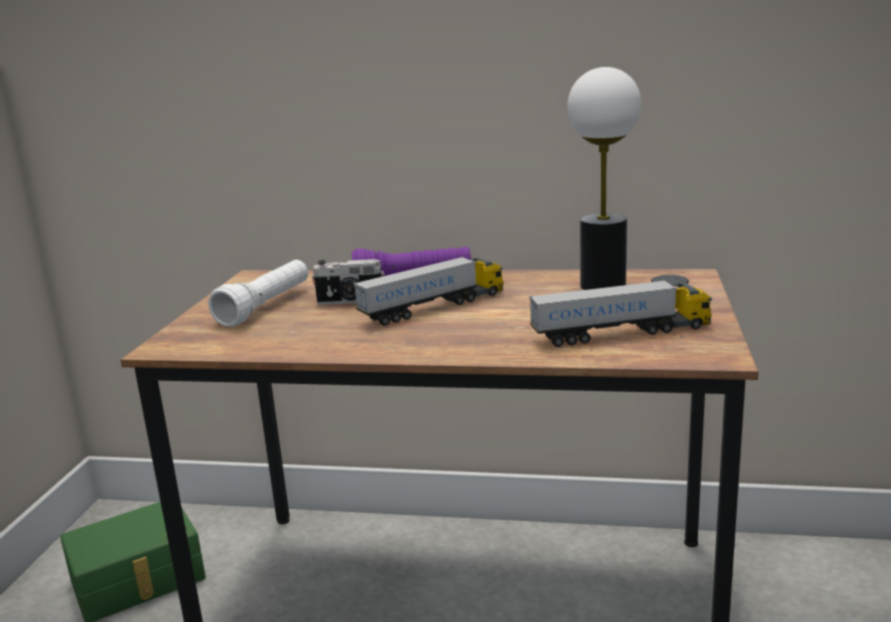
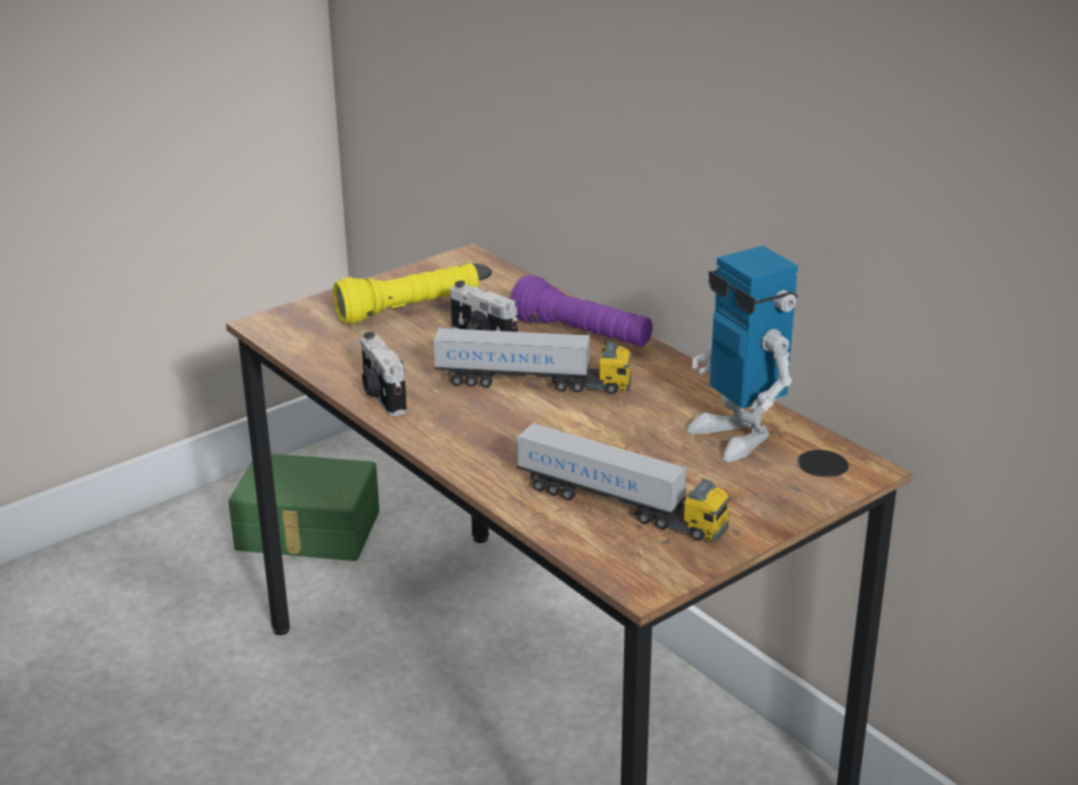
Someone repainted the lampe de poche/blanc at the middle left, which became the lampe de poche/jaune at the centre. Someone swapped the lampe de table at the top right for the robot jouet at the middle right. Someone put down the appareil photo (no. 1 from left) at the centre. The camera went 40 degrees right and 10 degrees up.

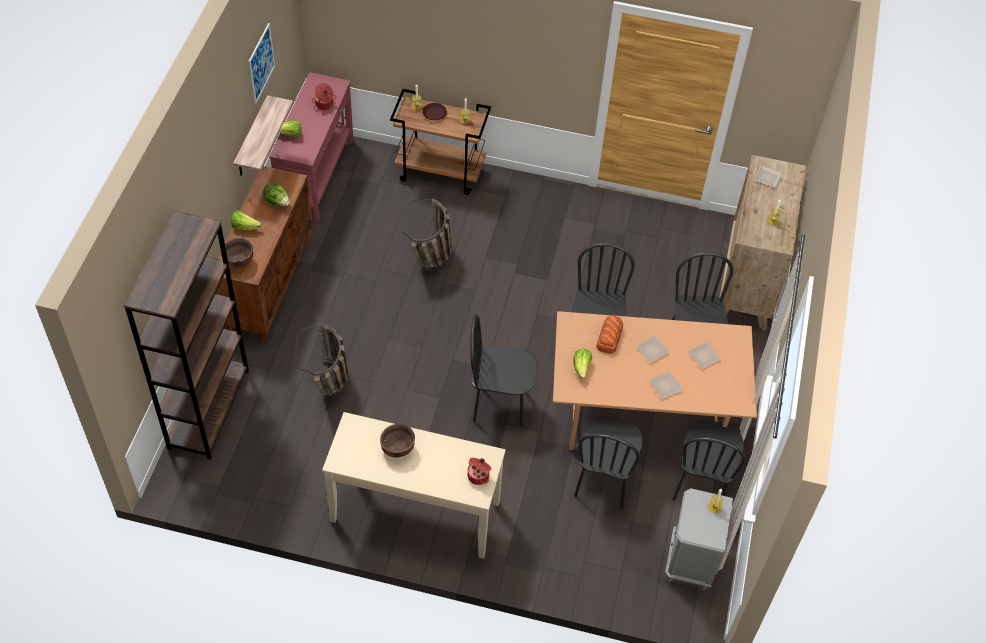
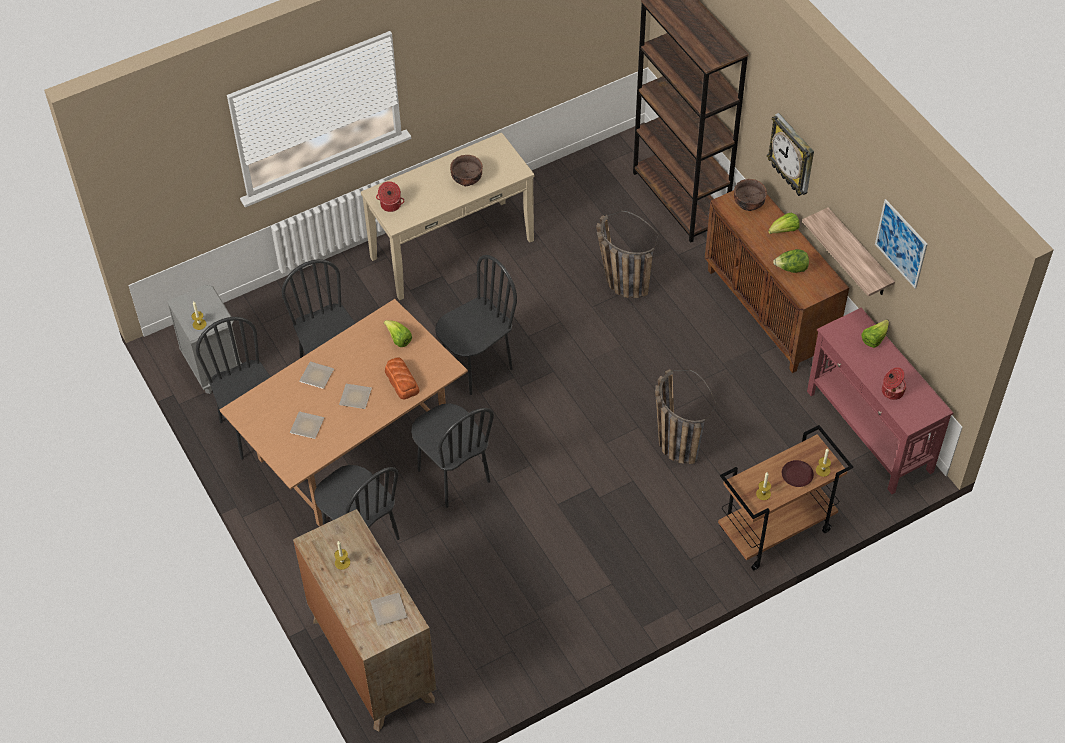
Someone put up the horloge murale at the top right. The camera went 140 degrees right and 0 degrees up.

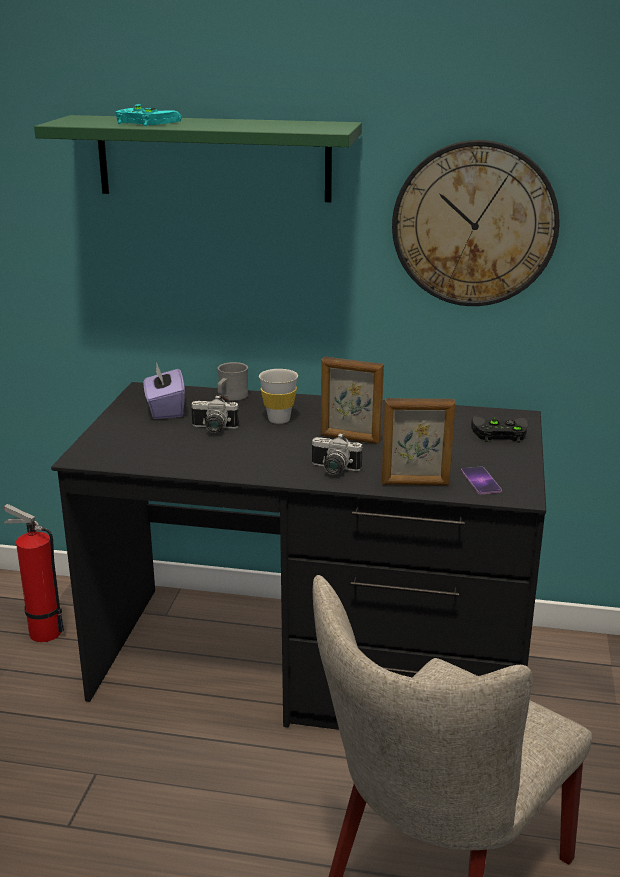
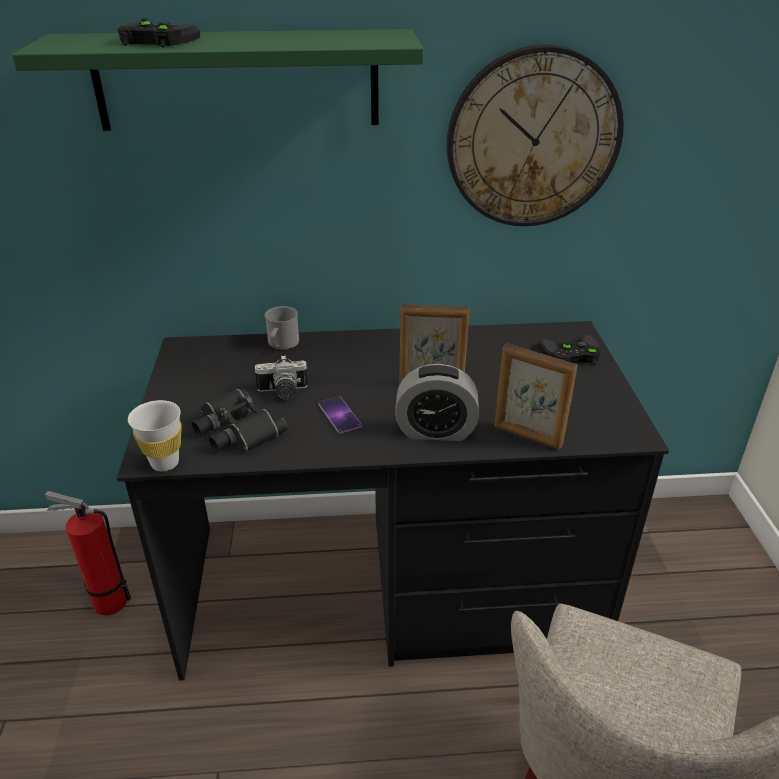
Someone repainted the manette/turquoise at the top left, which became the manette/noir (no. 1 from left) at the top left. Someone took away the boîte à mouchoirs/violet at the middle left. Someone carried the tasse/blanc from the centre to the middle left. Someone swapped the appareil photo (no. 2 from left) at the centre for the réveil at the centre. Someone rotated the cadre photo (no. 2 from left) at the middle right by 45 degrees clockwise. Someone carried the téléphone from the middle right to the centre. Someone put down the jumelles/noir at the middle left. The camera went 15 degrees left and 10 degrees up.

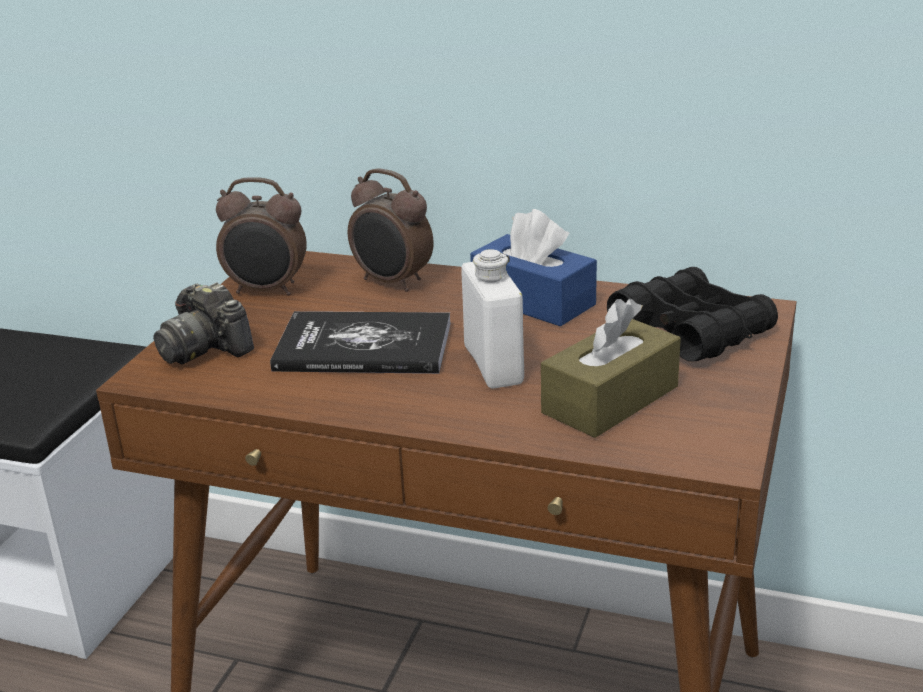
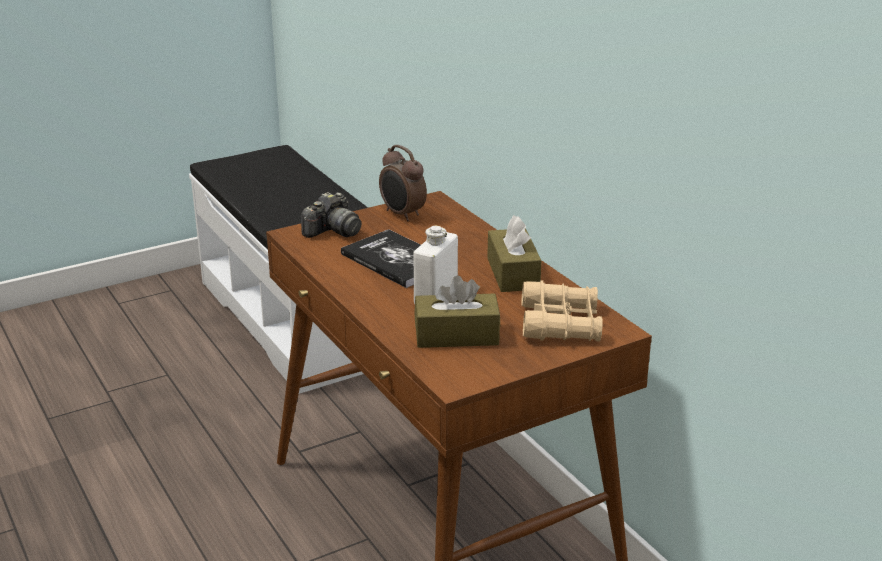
Someone rotated the appareil photo at the middle left by 135 degrees counterclockwise. Someone took away the réveil (no. 2 from left) at the top centre. Someone repainted the boîte à mouchoirs/bleu at the centre, which became the boîte à mouchoirs/marron (no. 2 from left) at the centre. Someone repainted the jumelles/noir at the middle right, which became the jumelles/beige at the centre. The camera went 40 degrees right and 0 degrees up.

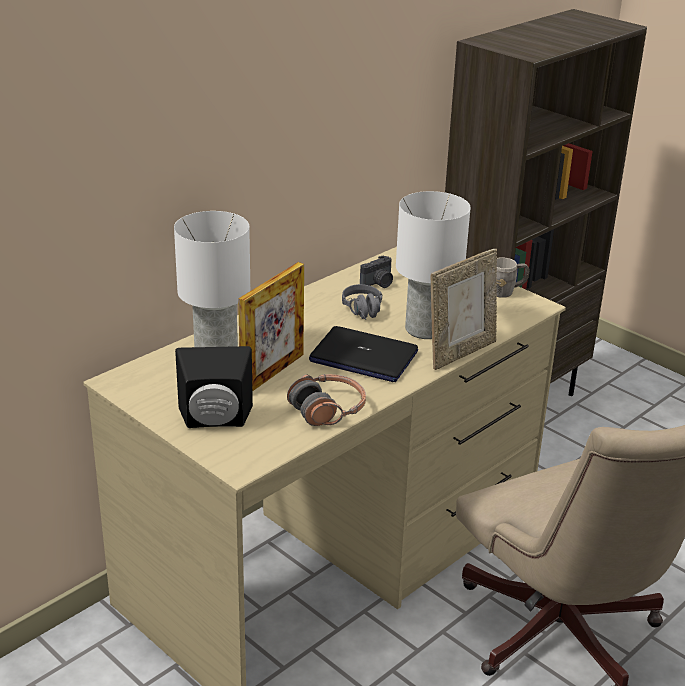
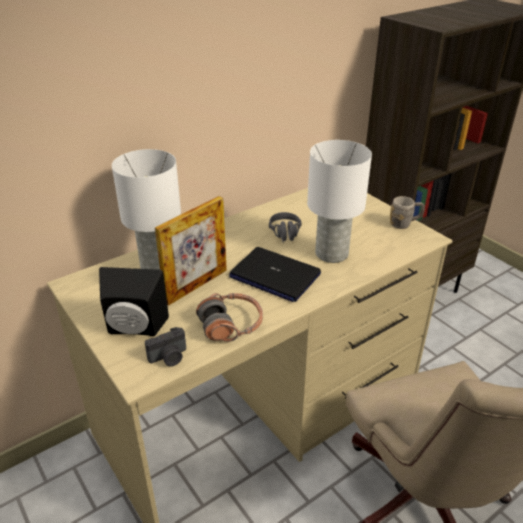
Someone carried the appareil photo from the centre to the middle left. Someone took away the cadre photo (no. 2 from left) at the middle right. The camera went 10 degrees right and 5 degrees up.

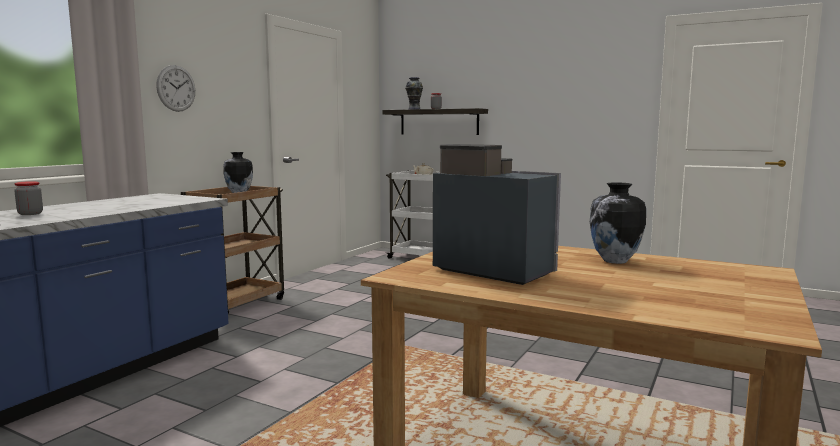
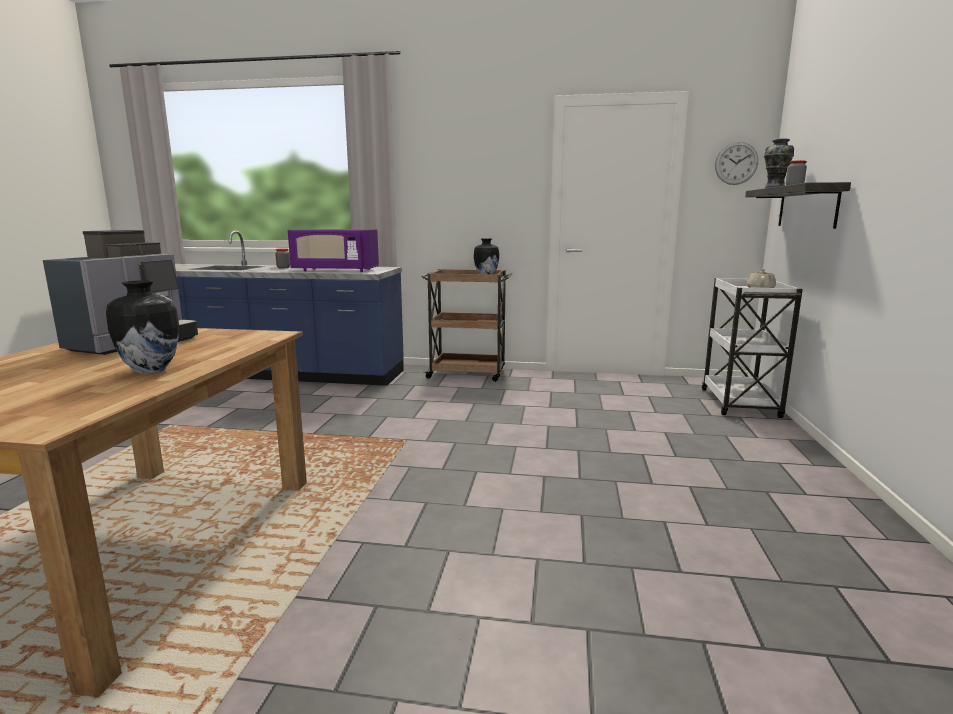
Someone carried the horloge murale from the top left to the top right. Someone put down the micro-ondes/violet at the centre. The camera went 70 degrees right and 5 degrees up.

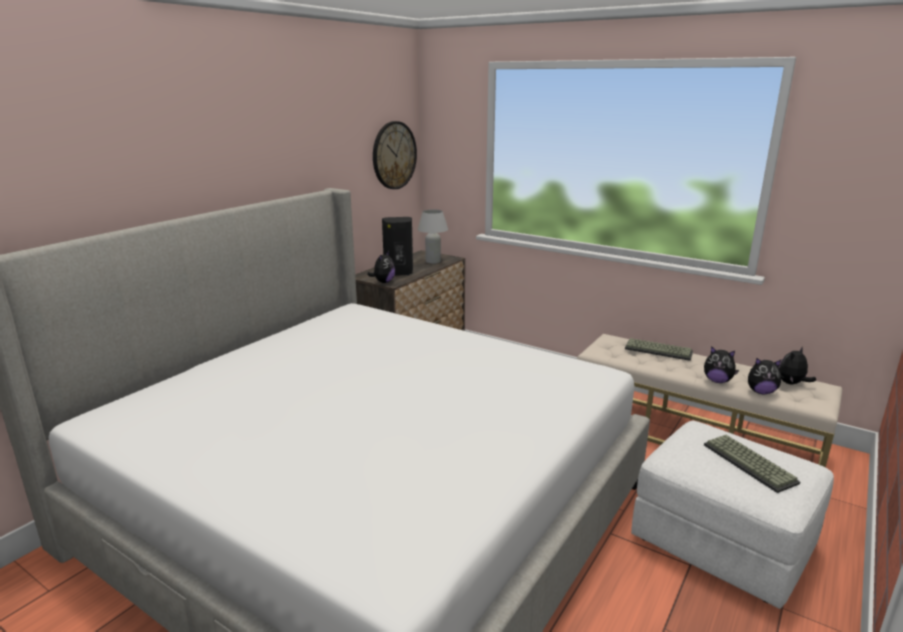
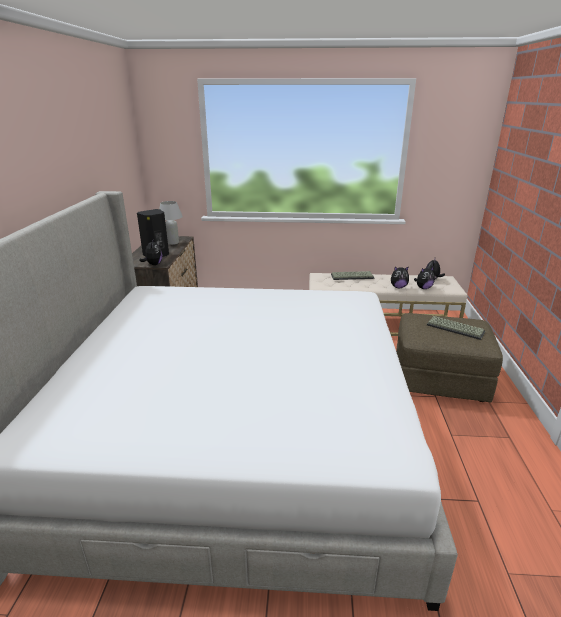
Someone took away the horloge murale at the top centre. Someone repainted the pouf/blanc at the bottom right, which became the pouf/marron at the middle right. The camera went 30 degrees left and 5 degrees up.

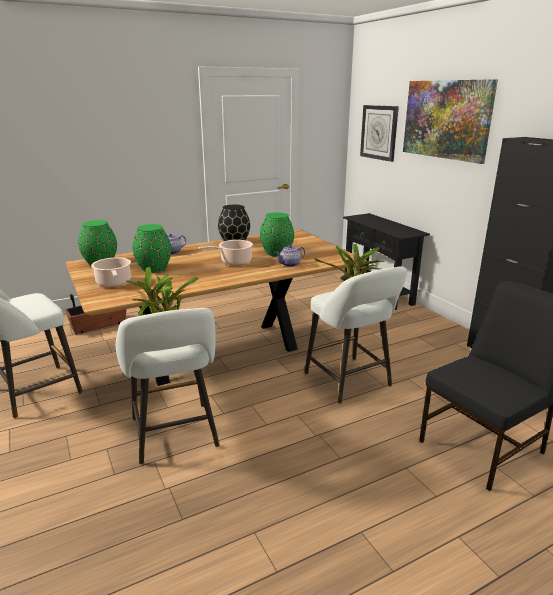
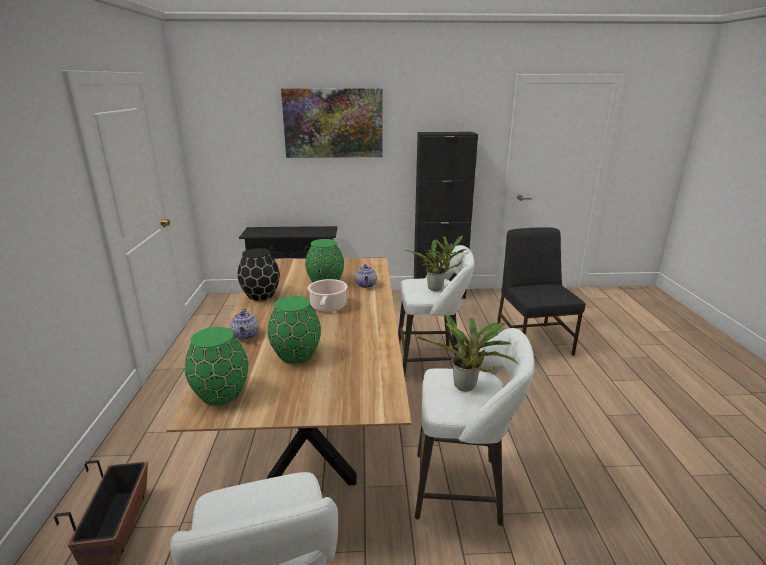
Someone took away the marmite (no. 1 from left) at the middle left. Someone took away the horloge murale at the top right. The camera went 65 degrees left and 0 degrees up.

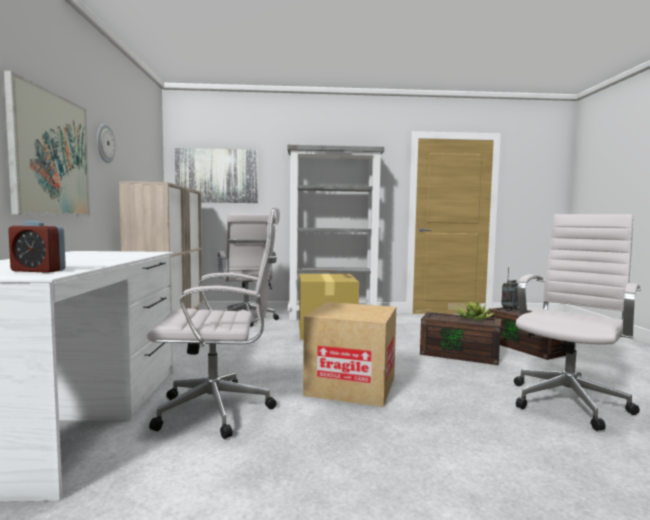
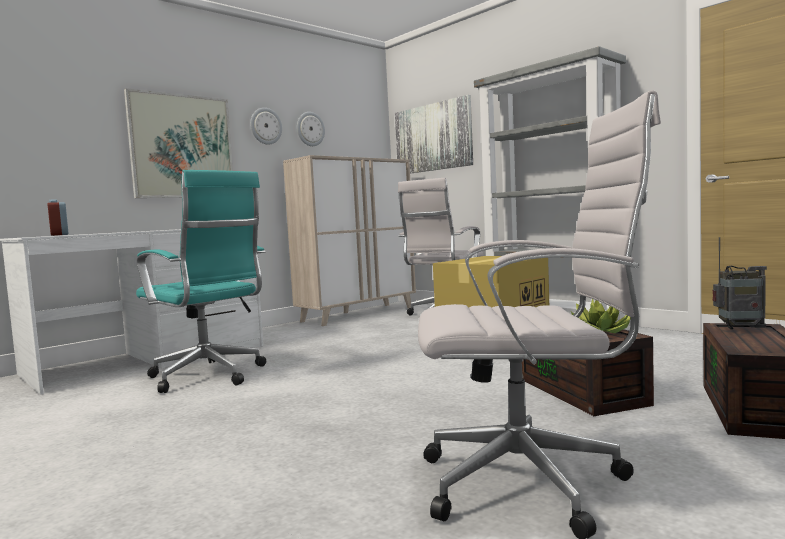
Someone repainted the chaise de bureau/blanc (no. 1 from left) at the middle left, which became the chaise de bureau/turquoise at the middle left. Someone took away the carton (no. 2 from left) at the bottom centre. Someone put up the horloge murale (no. 2 from left) at the top centre. The camera went 50 degrees right and 0 degrees up.

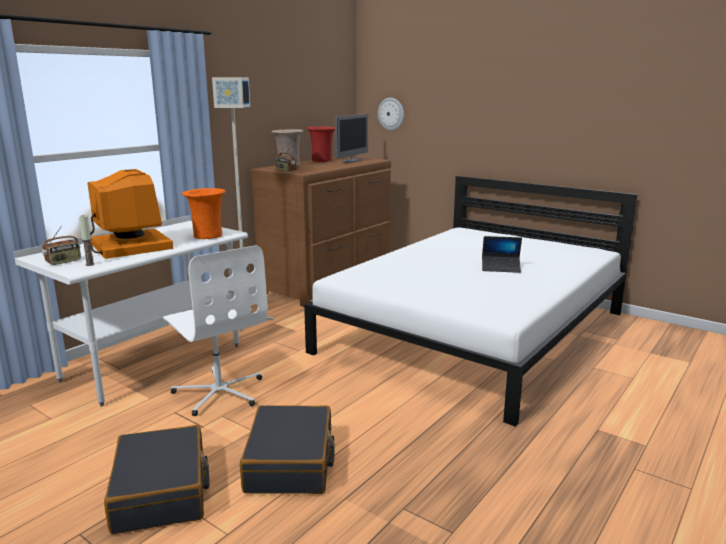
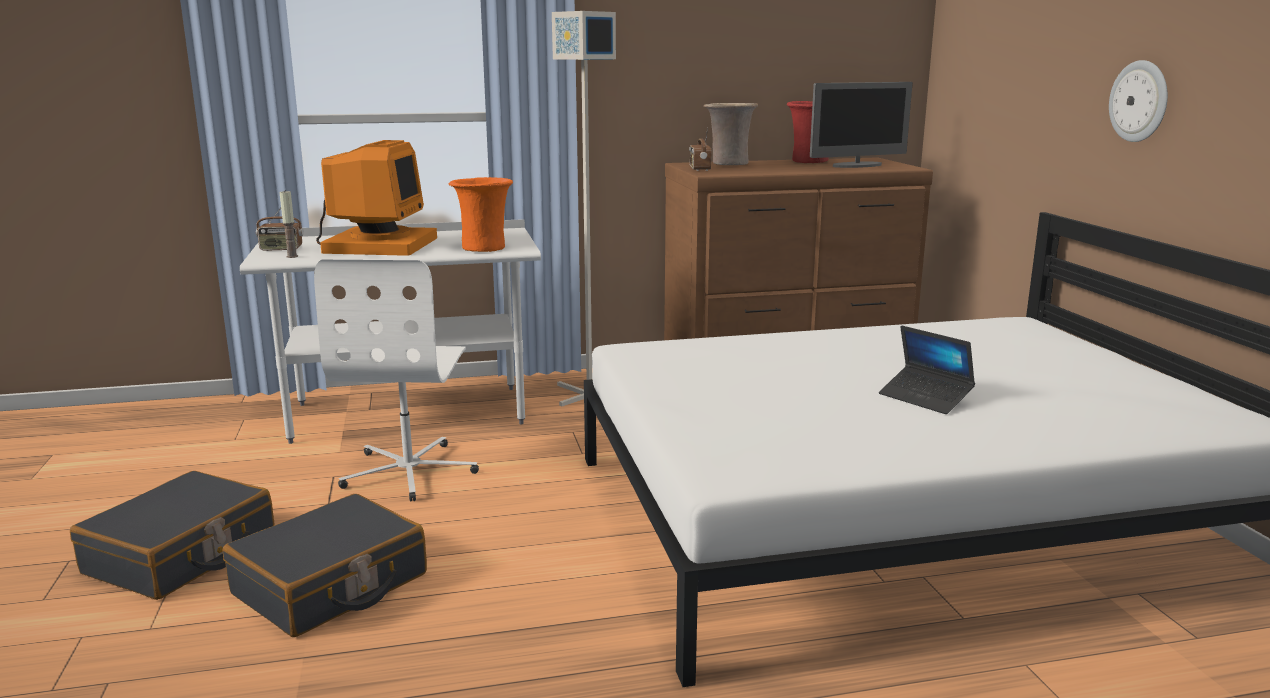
Someone carried the horloge murale from the top centre to the top right. The camera went 40 degrees right and 0 degrees up.

